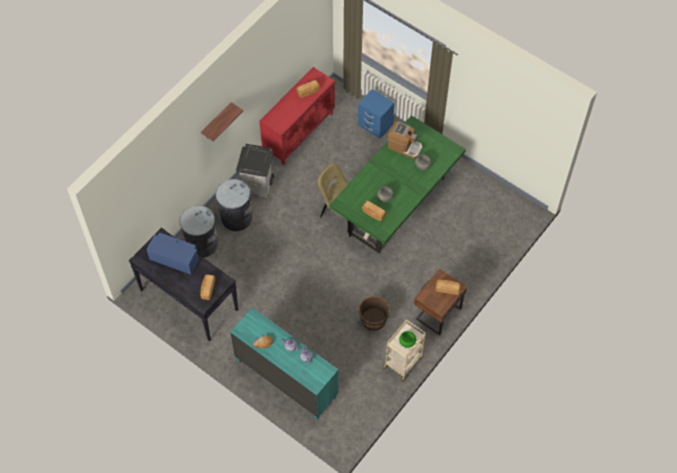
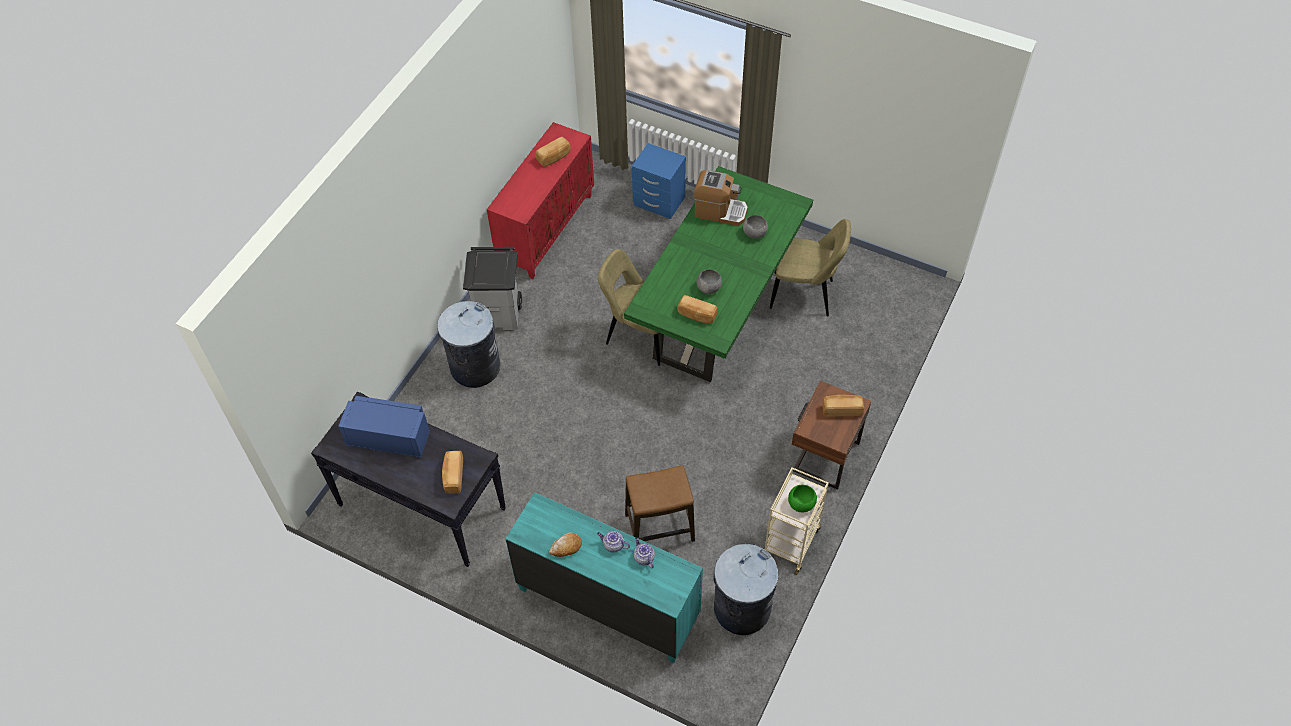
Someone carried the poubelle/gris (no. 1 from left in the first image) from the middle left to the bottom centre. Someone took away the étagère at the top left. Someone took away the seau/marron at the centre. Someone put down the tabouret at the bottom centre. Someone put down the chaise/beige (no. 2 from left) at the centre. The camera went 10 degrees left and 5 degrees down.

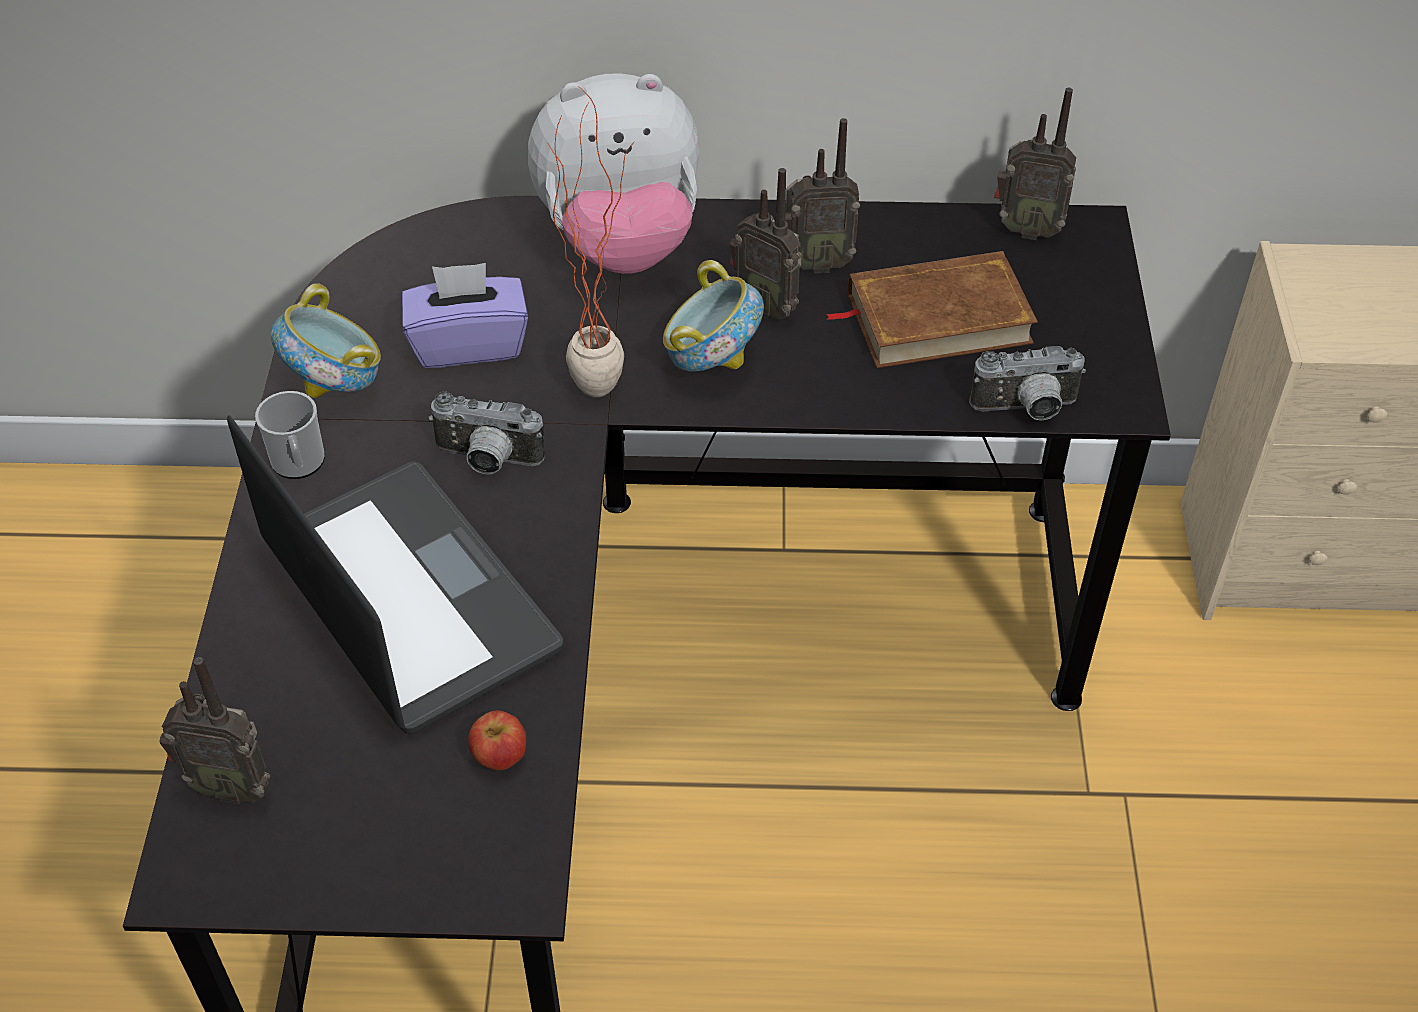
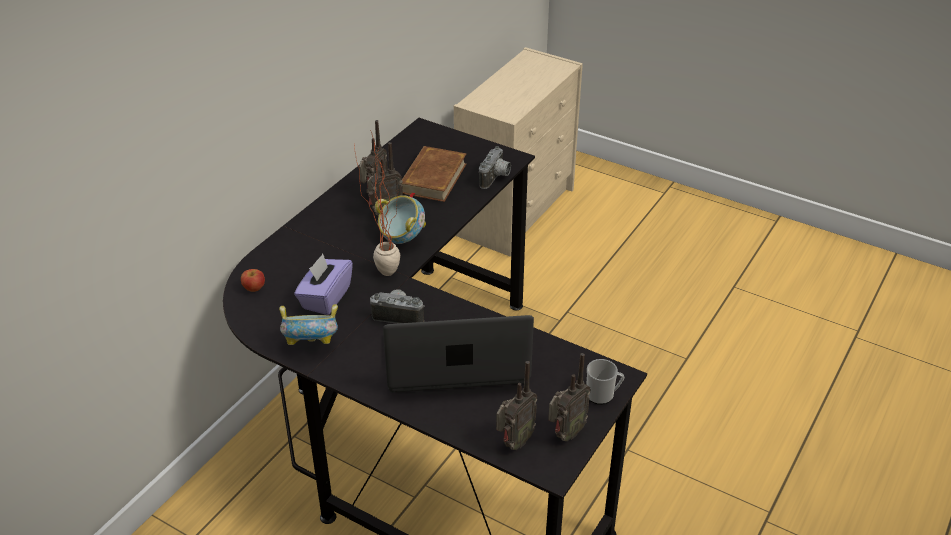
Someone carried the mug from the middle left to the bottom centre. Someone rotated the appareil photo (no. 1 from left) at the centre by 120 degrees counterclockwise. Someone carried the pomme from the bottom centre to the middle left. Someone took away the peluche at the top centre. Someone carried the radio (no. 4 from left) from the top right to the bottom centre. The camera went 60 degrees left and 10 degrees down.

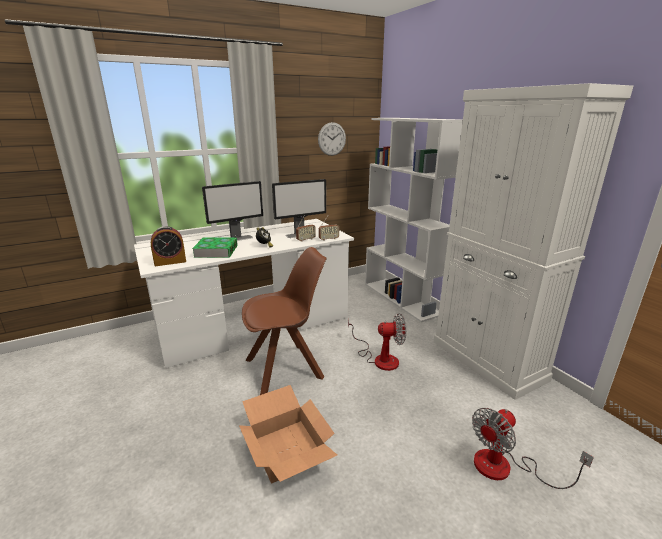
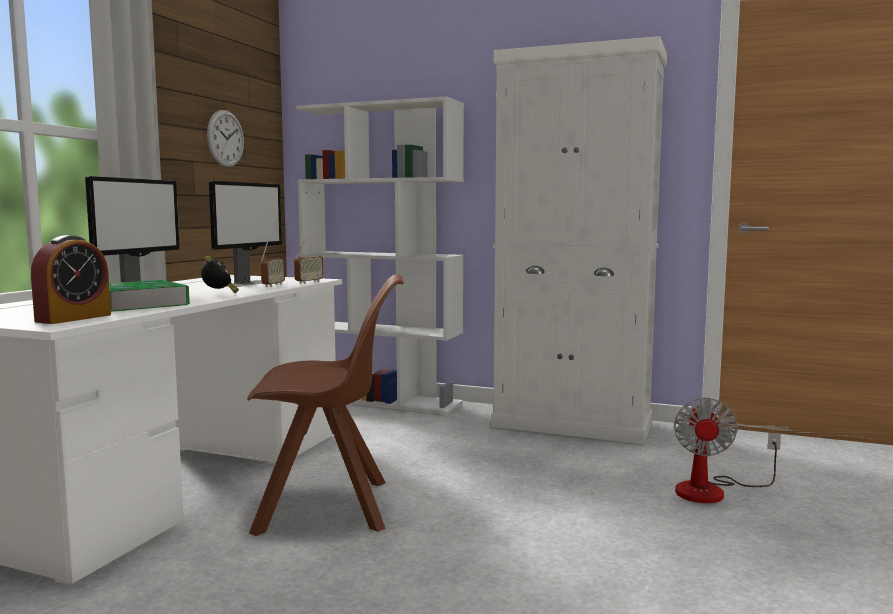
Someone took away the carton at the bottom centre. Someone rotated the chaise/marron at the centre by 60 degrees clockwise. Someone took away the ventilateur (no. 1 from left) at the centre. The camera went 40 degrees left and 15 degrees down.

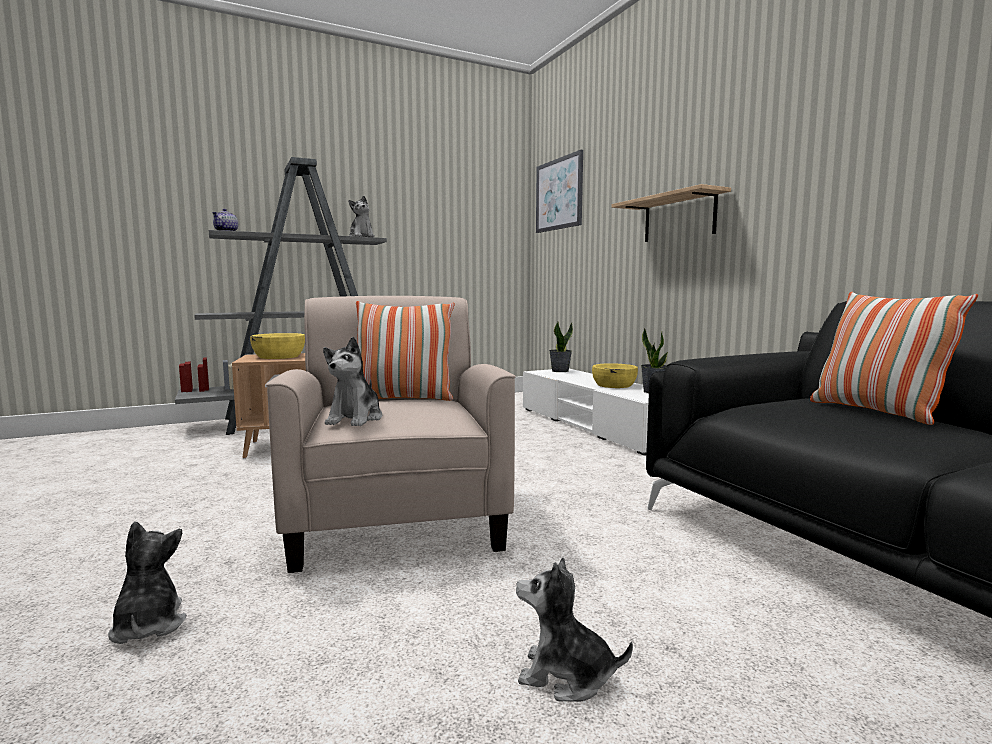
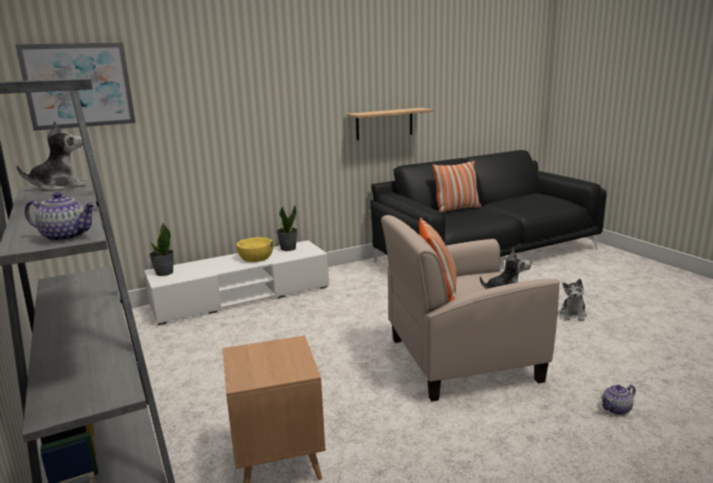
Someone swapped the peluche (no. 1 from left) at the bottom left for the théière (no. 2 from left) at the bottom right. Someone took away the bol/jaune (no. 1 from left) at the middle left. Someone carried the étagère from the top right to the top centre. The camera went 90 degrees left and 10 degrees up.

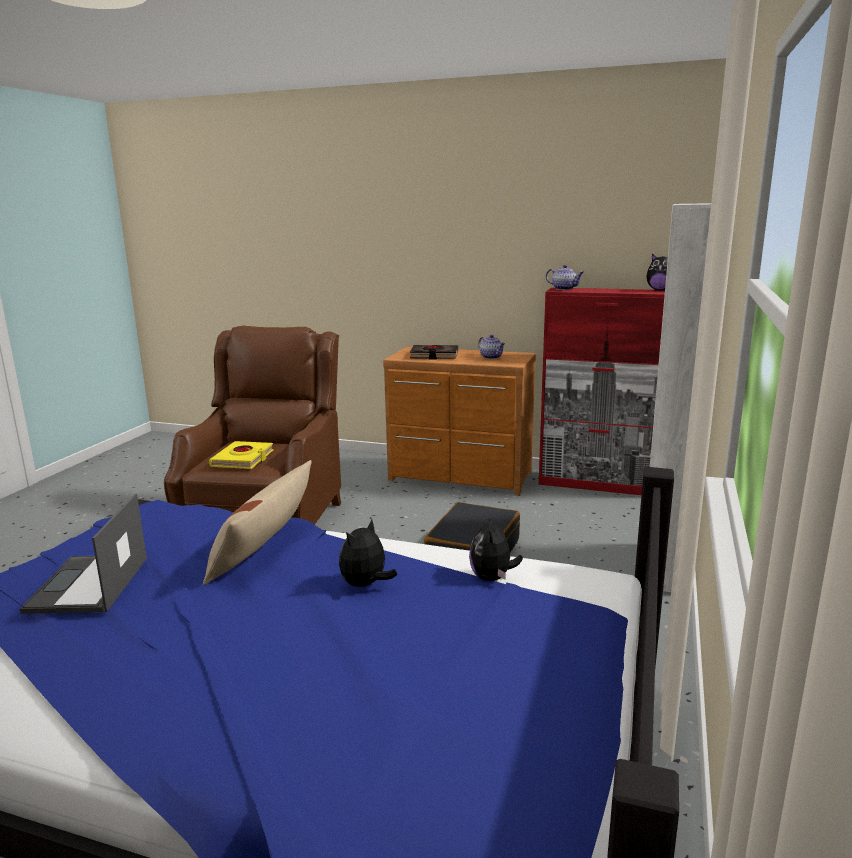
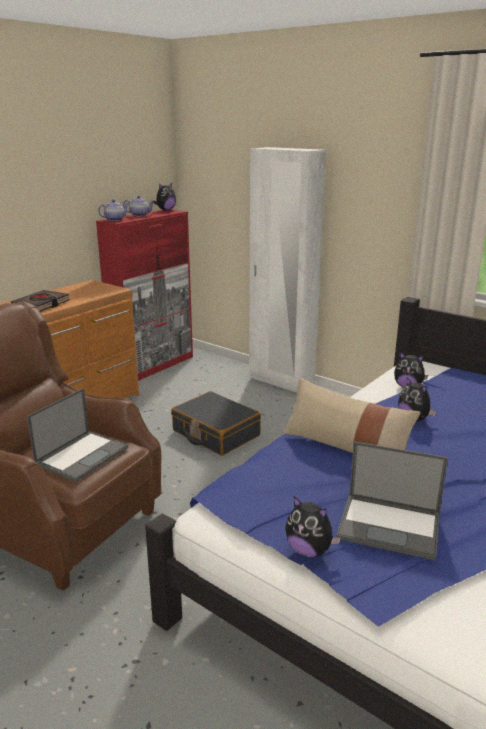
Someone swapped the livre/jaune at the middle left for the ordinateur portable (no. 1 from left) at the middle left. Someone carried the théière (no. 1 from left in the first image) from the centre to the top left. Someone put down the peluche (no. 2 from left) at the bottom centre. The camera went 70 degrees left and 5 degrees up.

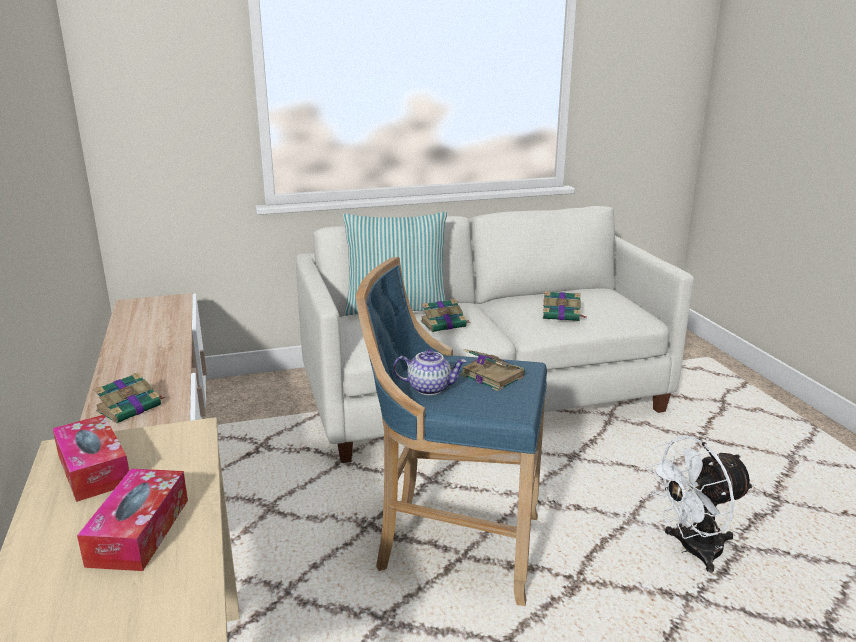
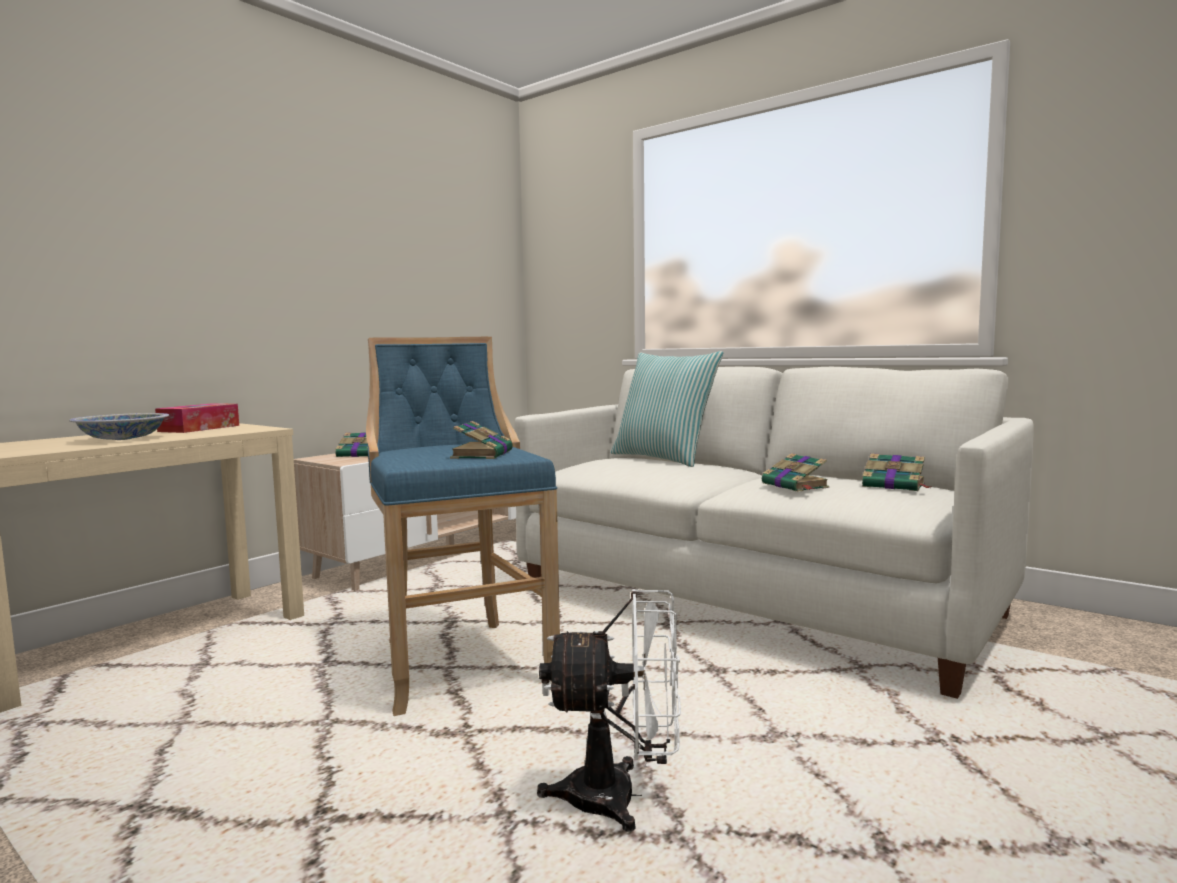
Someone swapped the boîte à mouchoirs (no. 2 from left) at the bottom left for the bol at the middle left. Someone took away the théière at the centre. Someone carried the livre (no. 2 from left in the first image) from the centre to the middle right. Someone rotated the ventilateur/blanc at the bottom right by 150 degrees clockwise. The camera went 55 degrees right and 15 degrees down.

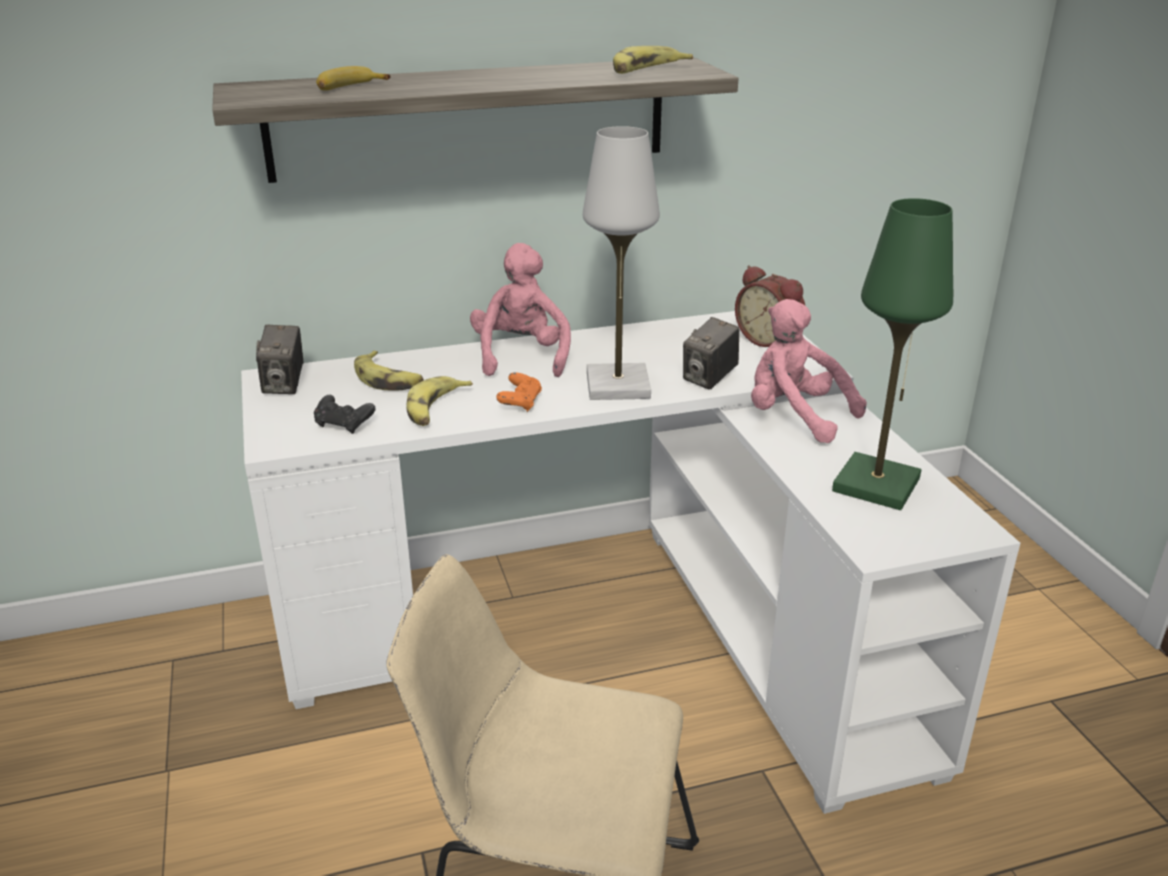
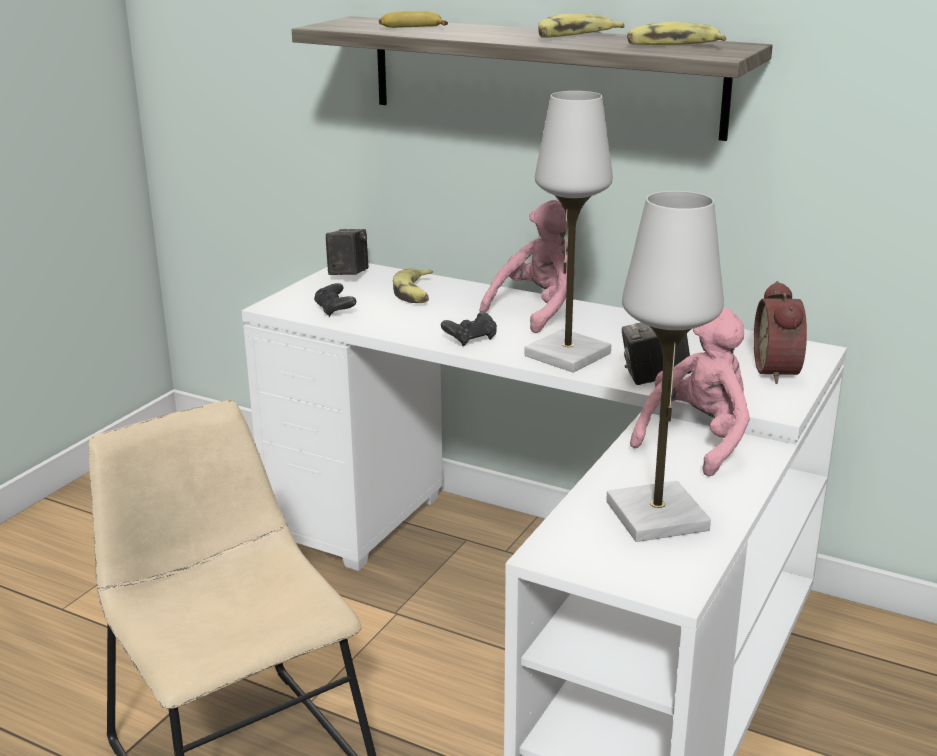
Someone rotated the appareil photo (no. 1 from left) at the middle left by 150 degrees clockwise. Someone carried the banane (no. 3 from left) from the centre to the top centre. Someone repainted the manette/orange at the centre, which became the manette/noir (no. 2 from left) at the centre. Someone rotated the peluche/rose (no. 2 from left) at the middle right by 45 degrees clockwise. Someone repainted the lampe de table/vert at the middle right, which became the lampe de table/blanc (no. 2 from left) at the middle right. The camera went 45 degrees right and 5 degrees down.

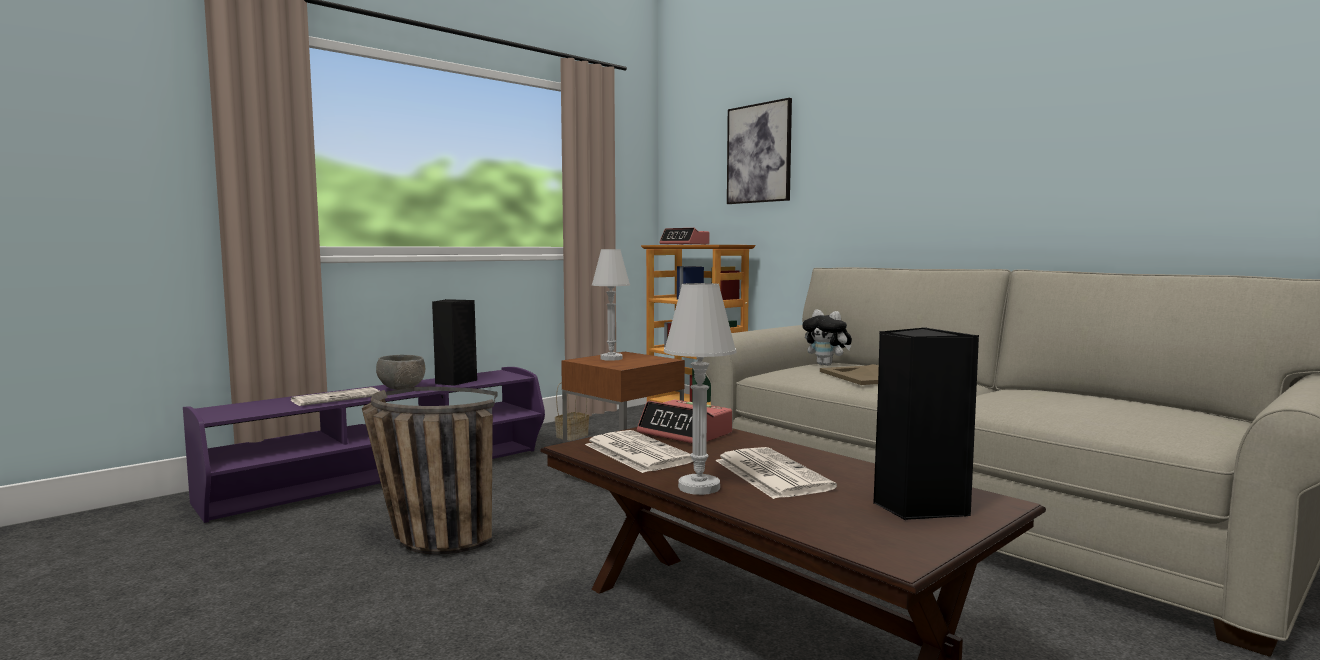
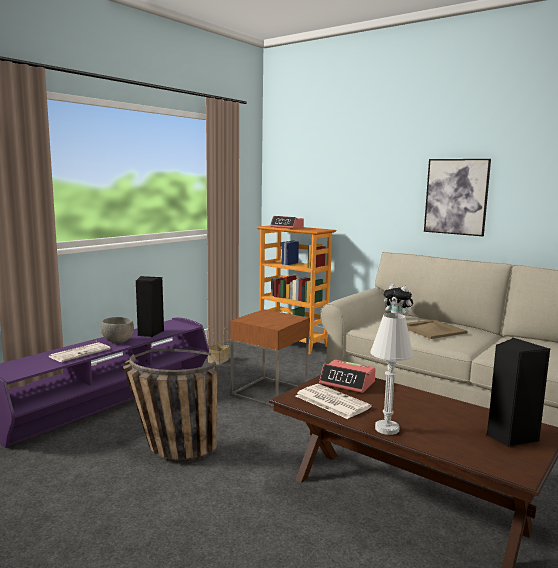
Someone took away the lampe de table/blanc (no. 1 from left) at the centre. Someone took away the journal (no. 3 from left) at the bottom centre. Someone carried the tableau from the top centre to the middle right. The camera went 10 degrees left and 5 degrees up.

